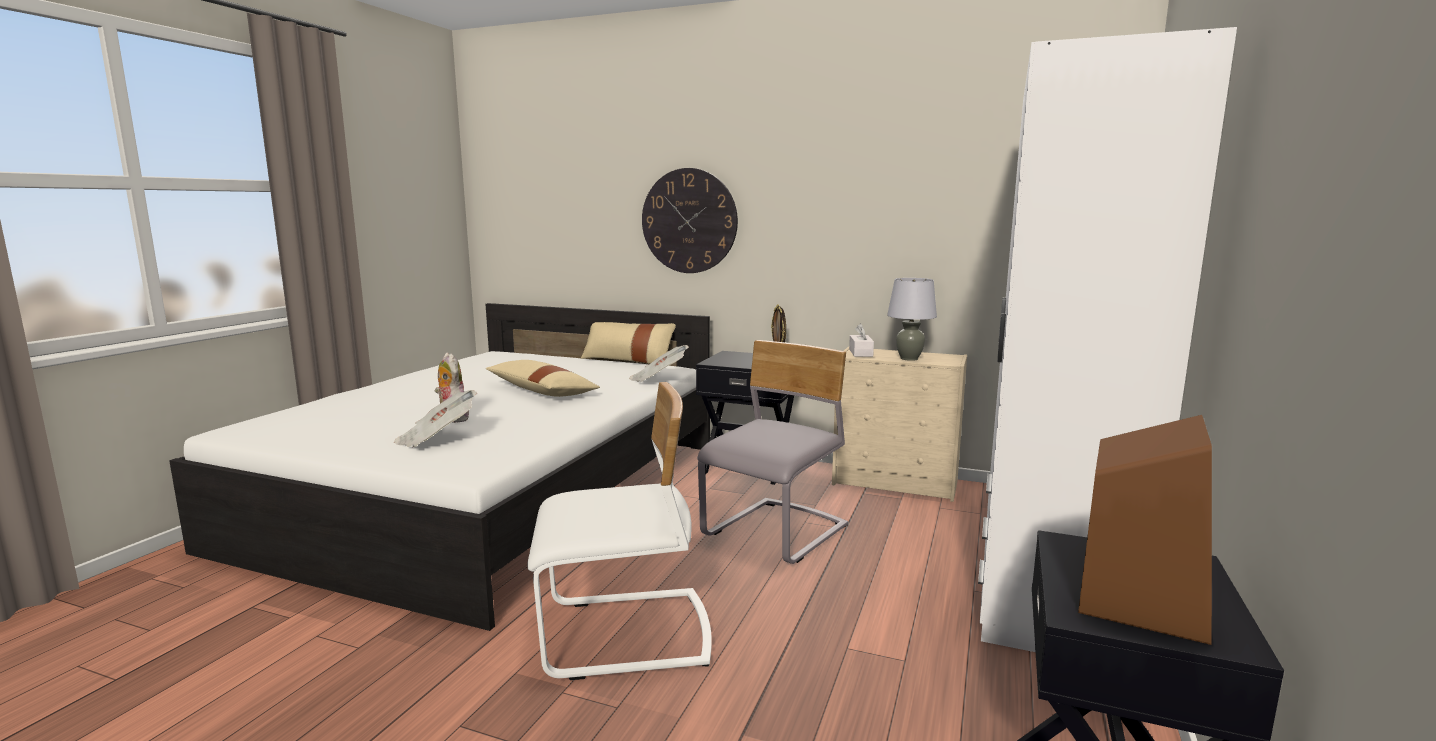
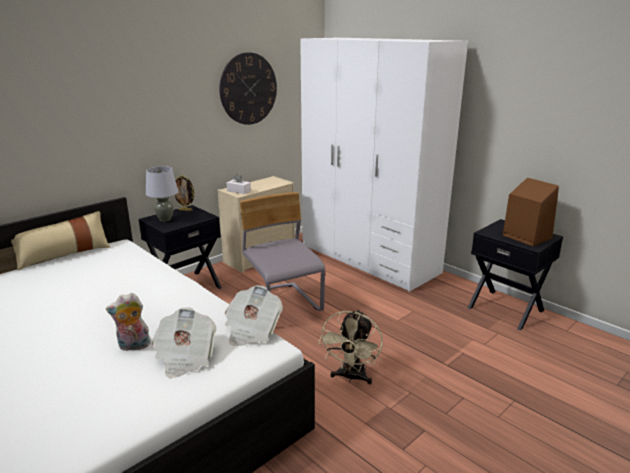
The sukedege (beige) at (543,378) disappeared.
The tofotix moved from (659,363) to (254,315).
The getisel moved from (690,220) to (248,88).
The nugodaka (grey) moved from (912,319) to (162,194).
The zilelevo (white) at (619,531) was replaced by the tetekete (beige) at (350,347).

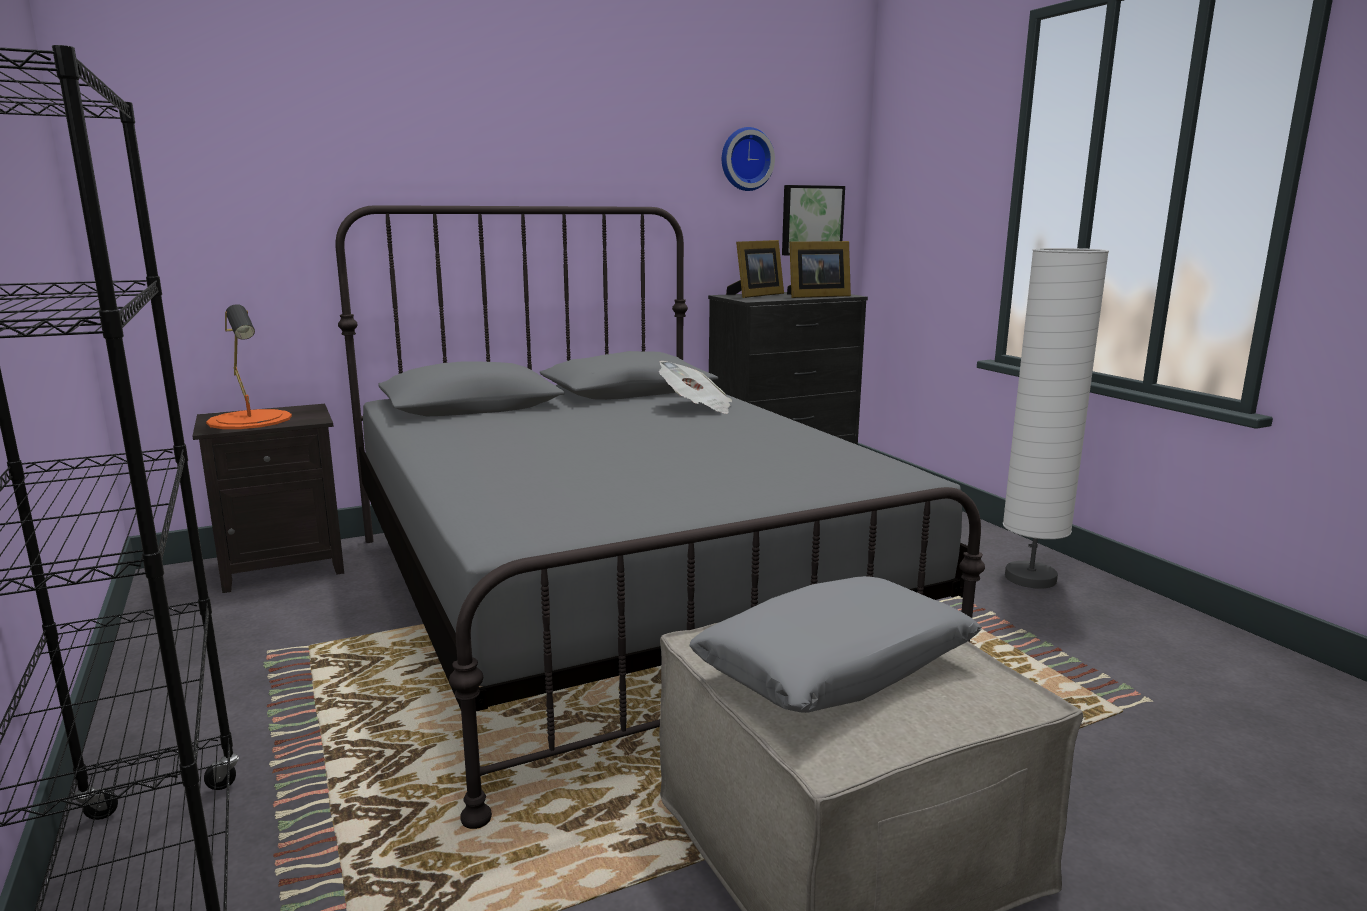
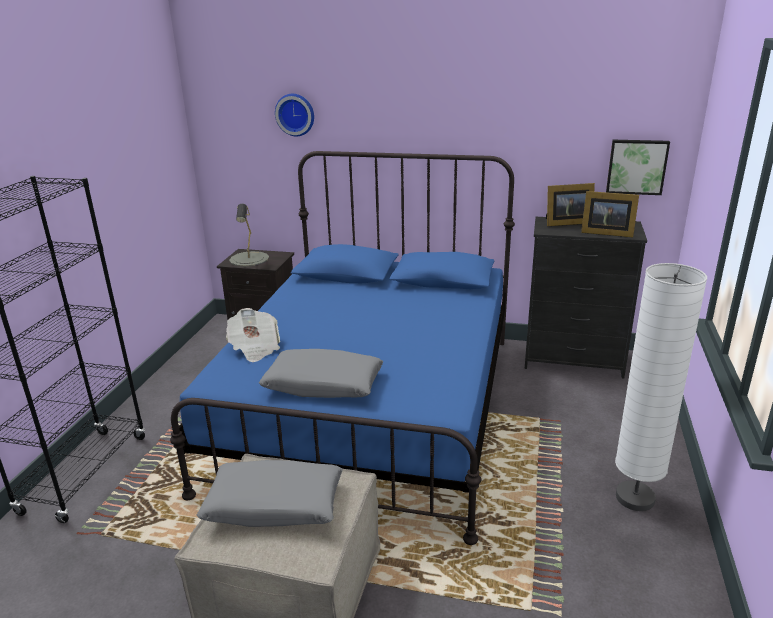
The sukedege (grey) at (321,373) appeared.
The tofotix moved from (695,387) to (253,335).
The getisel moved from (748,159) to (294,115).
The nugodaka (orange) at (249,366) became the nugodaka (grey) at (249,235).
The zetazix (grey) at (660,517) became the zetazix (blue) at (342,348).

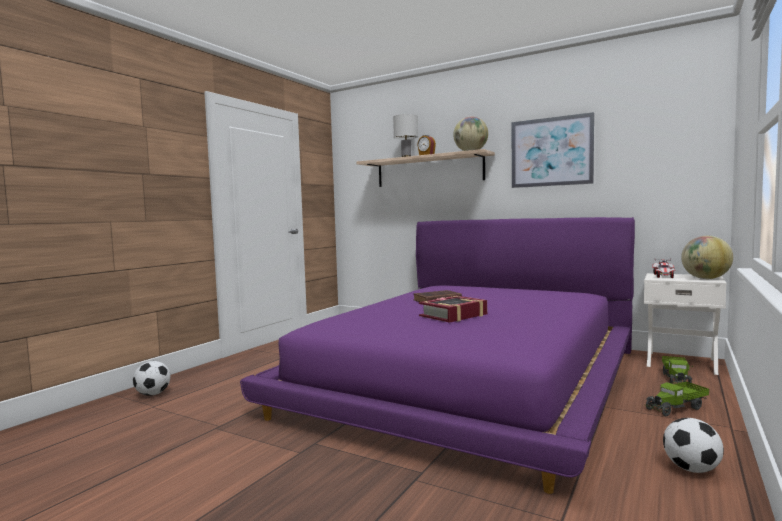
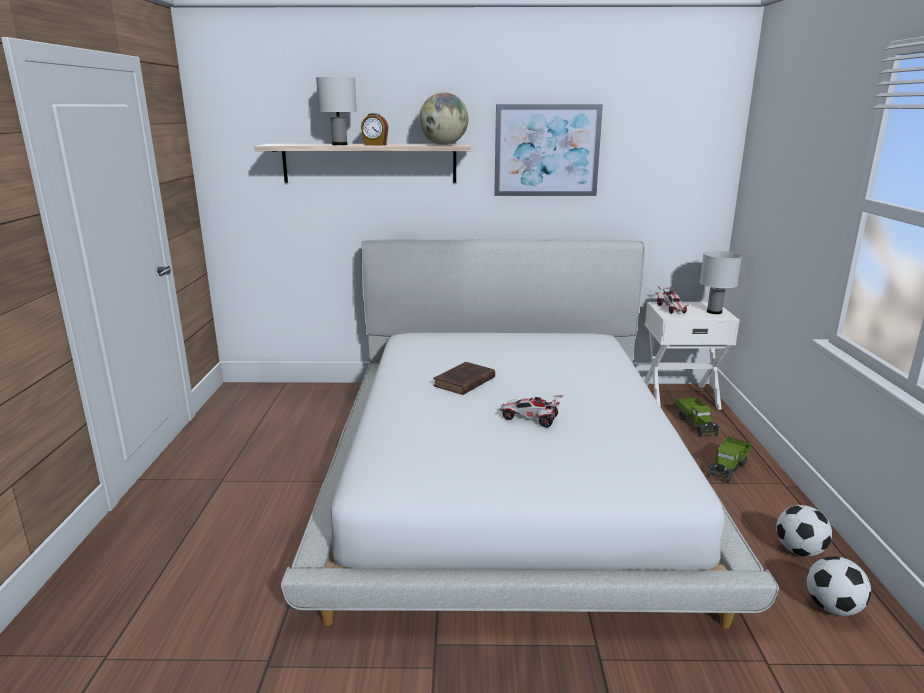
The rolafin moved from (151,378) to (839,586).
The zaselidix at (453,309) was replaced by the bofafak at (531,411).
The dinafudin at (707,257) was replaced by the nugodaka (white) at (721,282).
The zetazix (purple) at (437,355) became the zetazix (white) at (530,433).

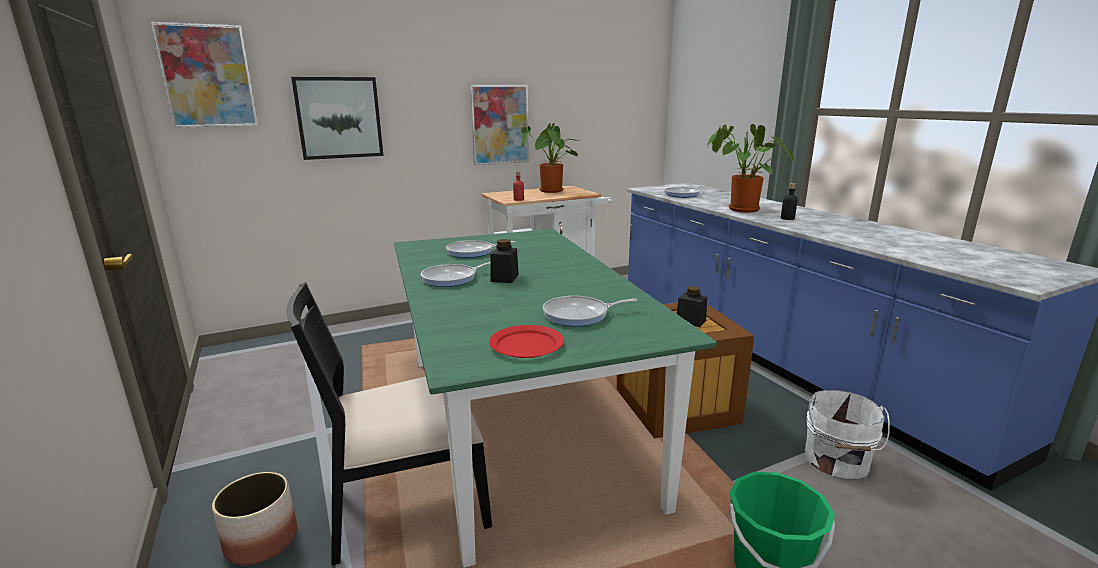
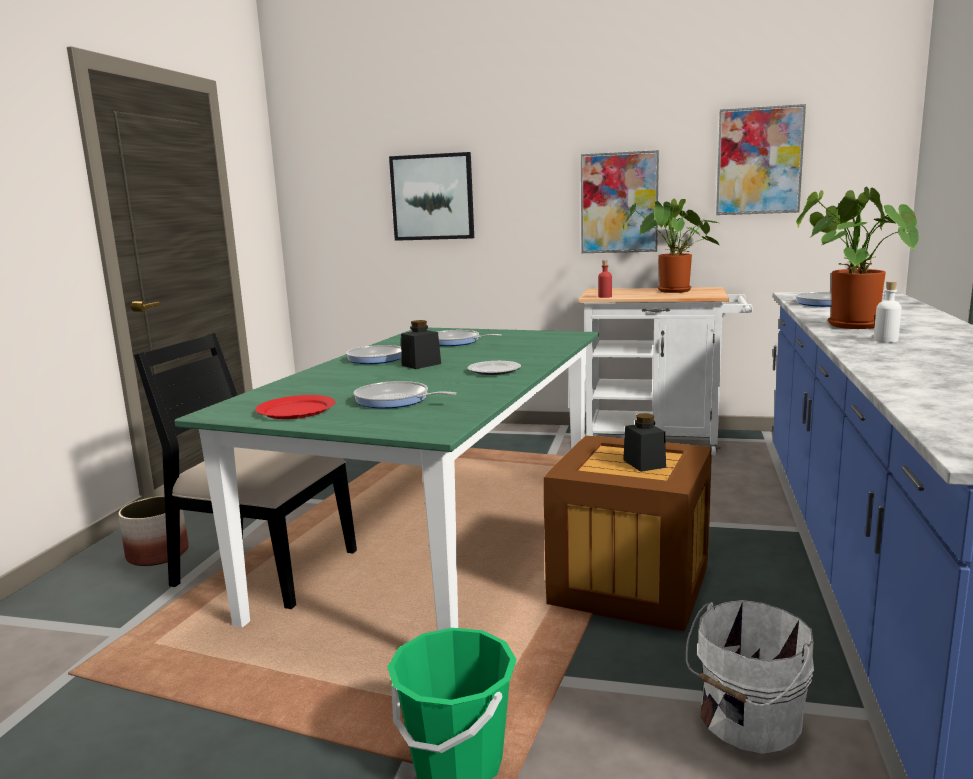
The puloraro at (494,368) appeared.
The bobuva moved from (204,75) to (761,159).
The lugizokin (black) at (789,201) became the lugizokin (white) at (888,312).

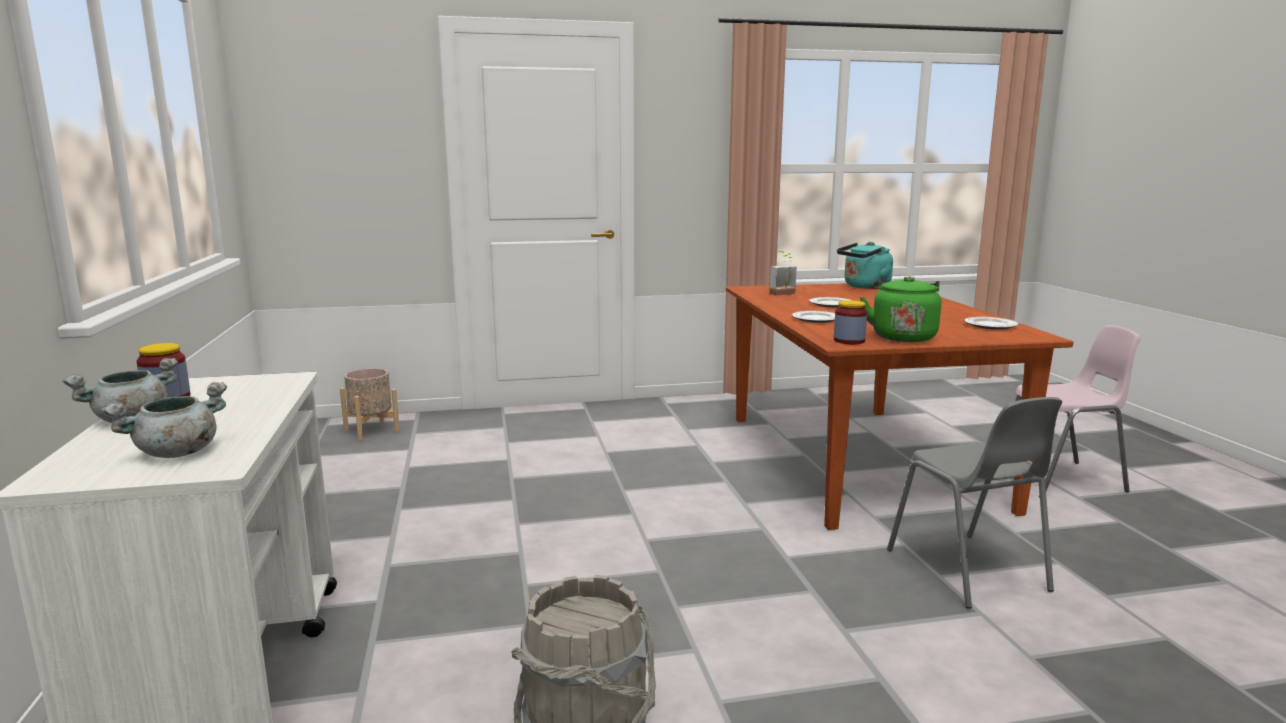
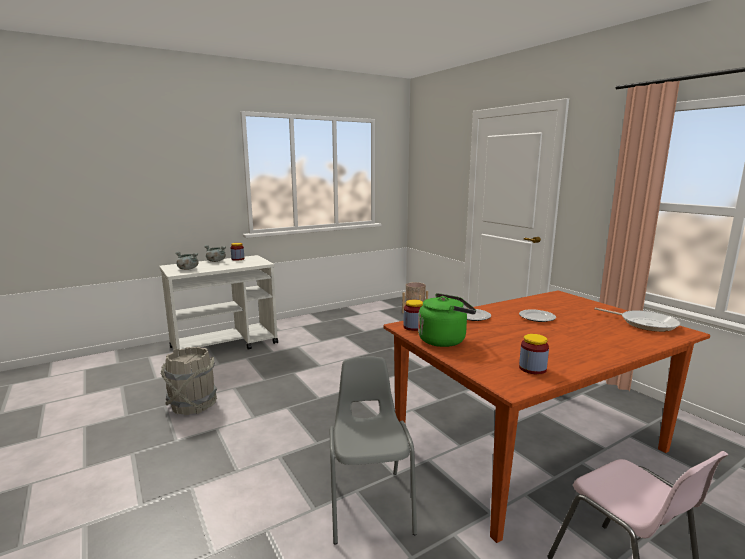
The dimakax at (783,273) disappeared.
The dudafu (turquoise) at (865,265) was replaced by the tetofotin at (637,320).
The puloraro at (991,323) was replaced by the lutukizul at (534,354).
The zilelevo (grey) at (974,503) turned 120 degrees clockwise.

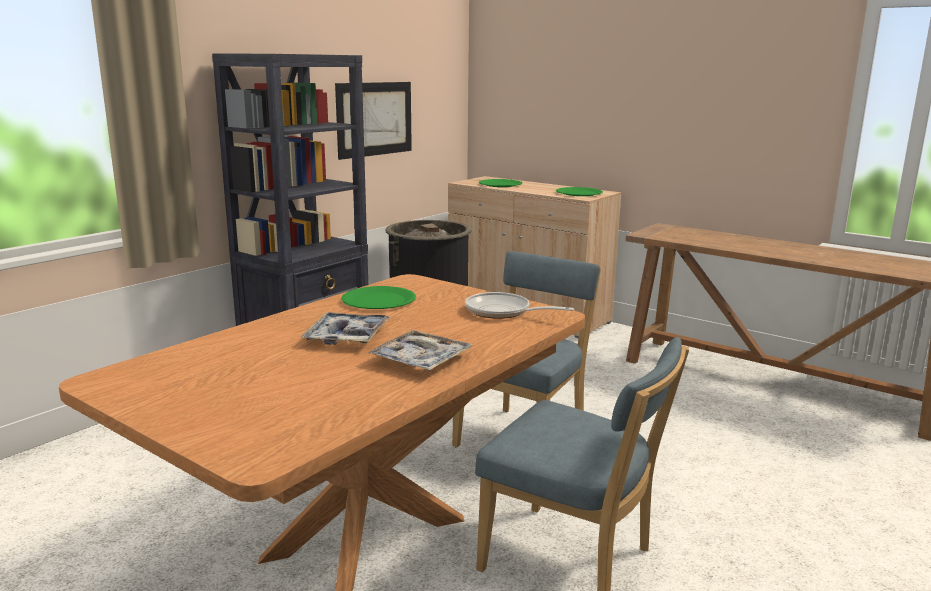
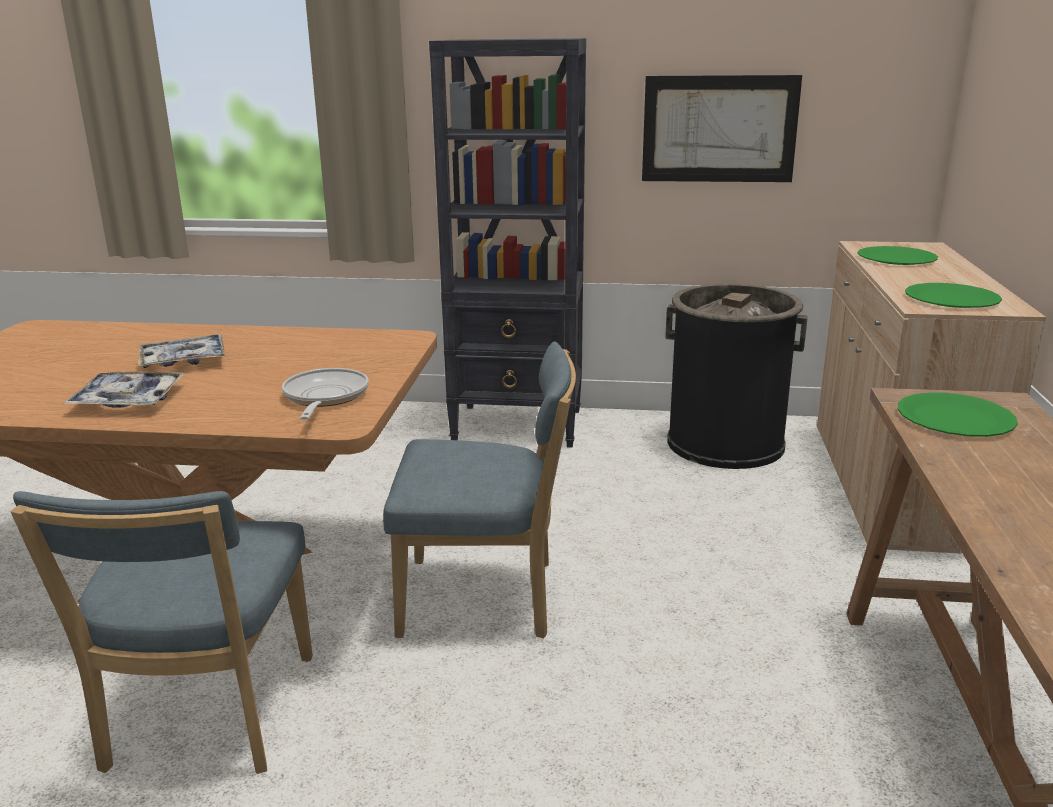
The puloraro (green) moved from (378,297) to (958,414).

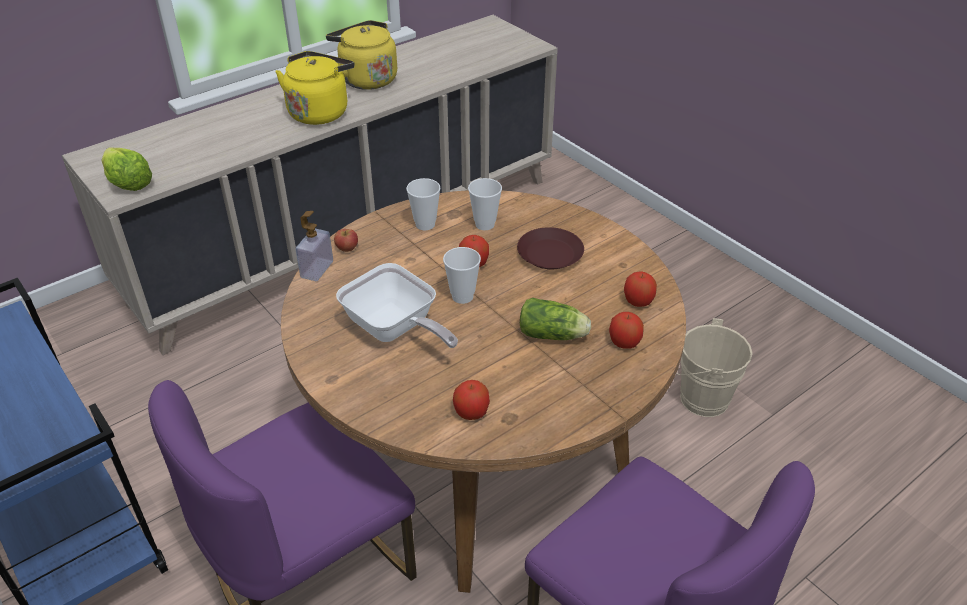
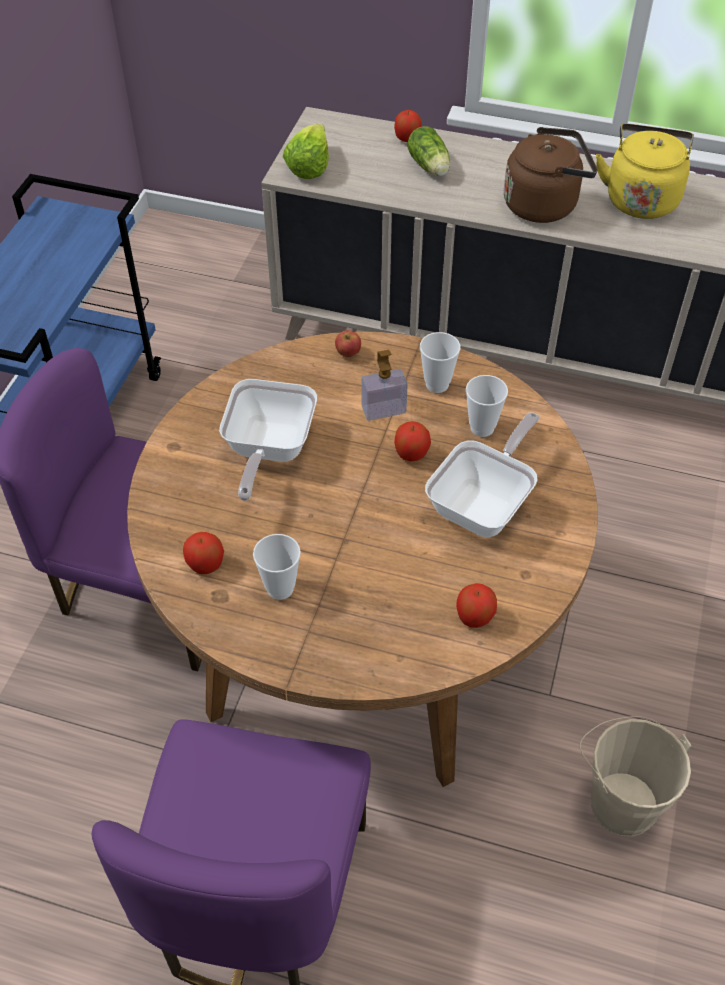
The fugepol moved from (314,246) to (385,385).
The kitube moved from (462,275) to (277,567).
The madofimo moved from (555,319) to (429,151).
The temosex moved from (626,330) to (408,126).
The puloraro (brown) at (550,248) was replaced by the tetofotin at (482,475).
The dudafu (yellow) at (314,88) became the dudafu (brown) at (551,175).

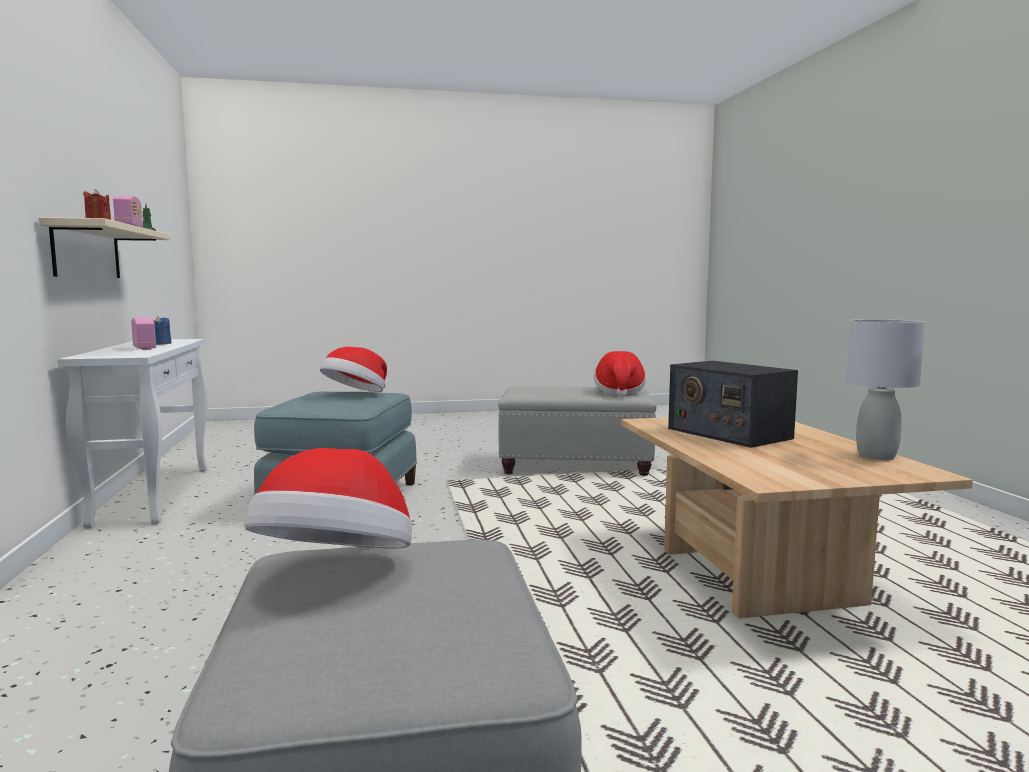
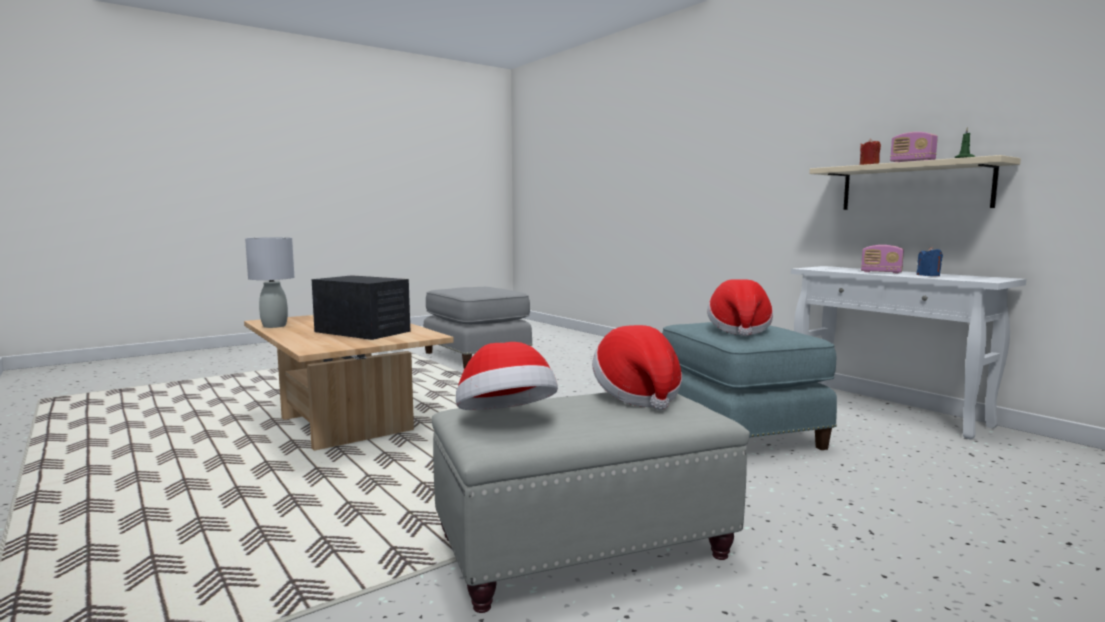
The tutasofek moved from (328,498) to (637,367).

